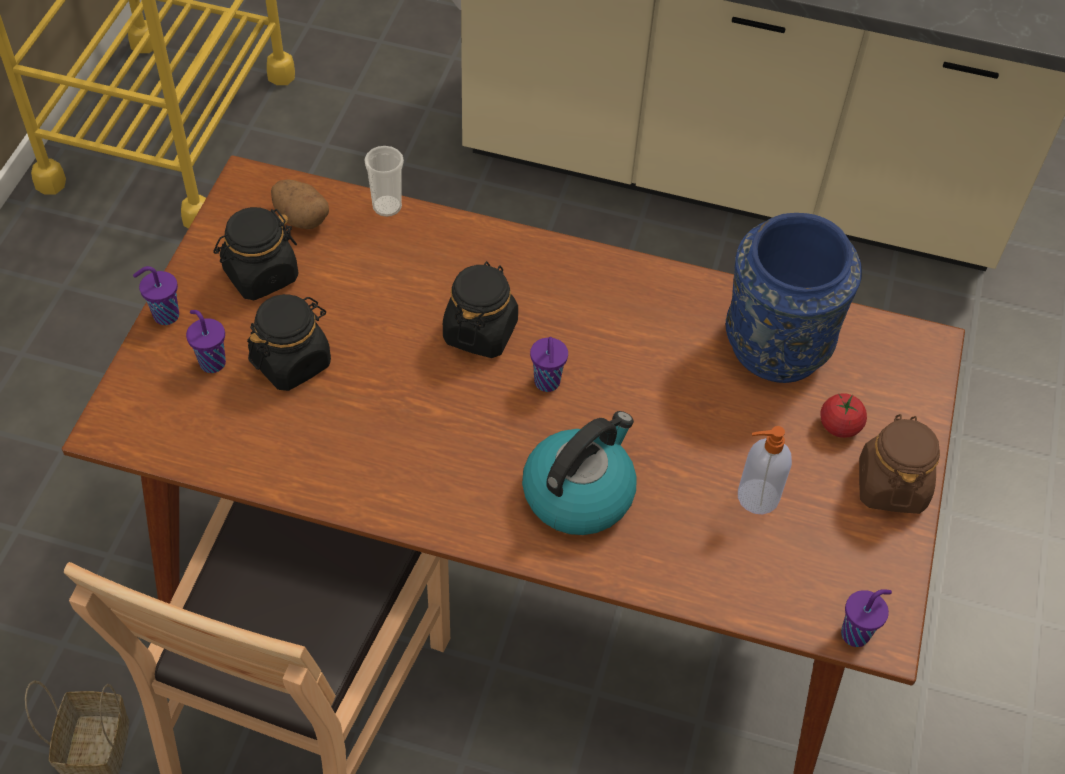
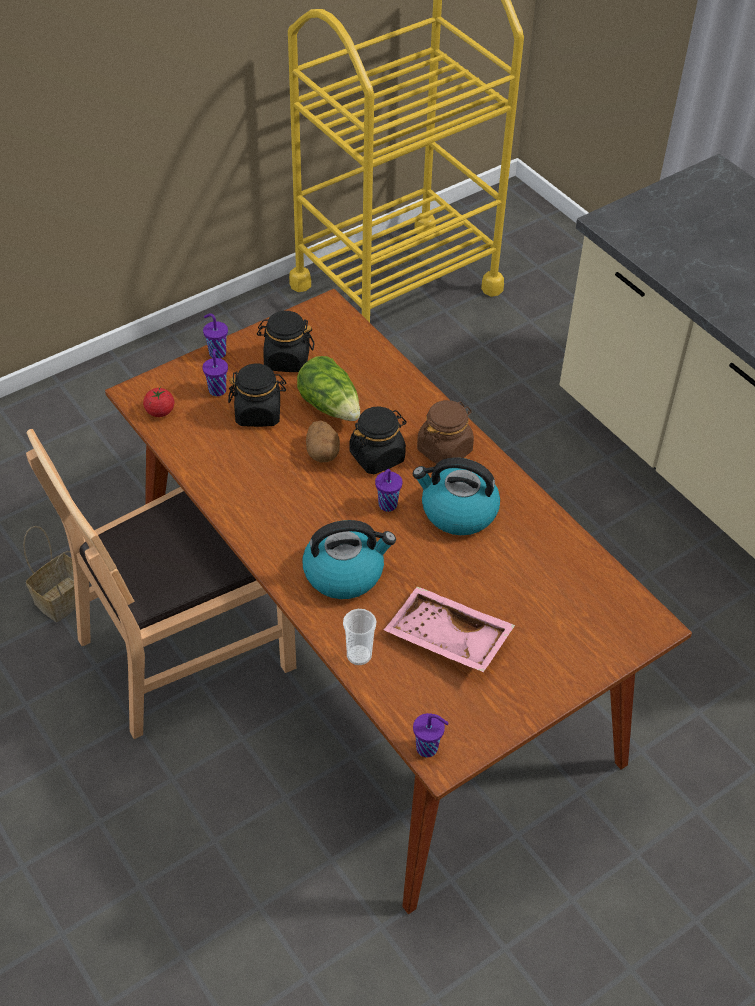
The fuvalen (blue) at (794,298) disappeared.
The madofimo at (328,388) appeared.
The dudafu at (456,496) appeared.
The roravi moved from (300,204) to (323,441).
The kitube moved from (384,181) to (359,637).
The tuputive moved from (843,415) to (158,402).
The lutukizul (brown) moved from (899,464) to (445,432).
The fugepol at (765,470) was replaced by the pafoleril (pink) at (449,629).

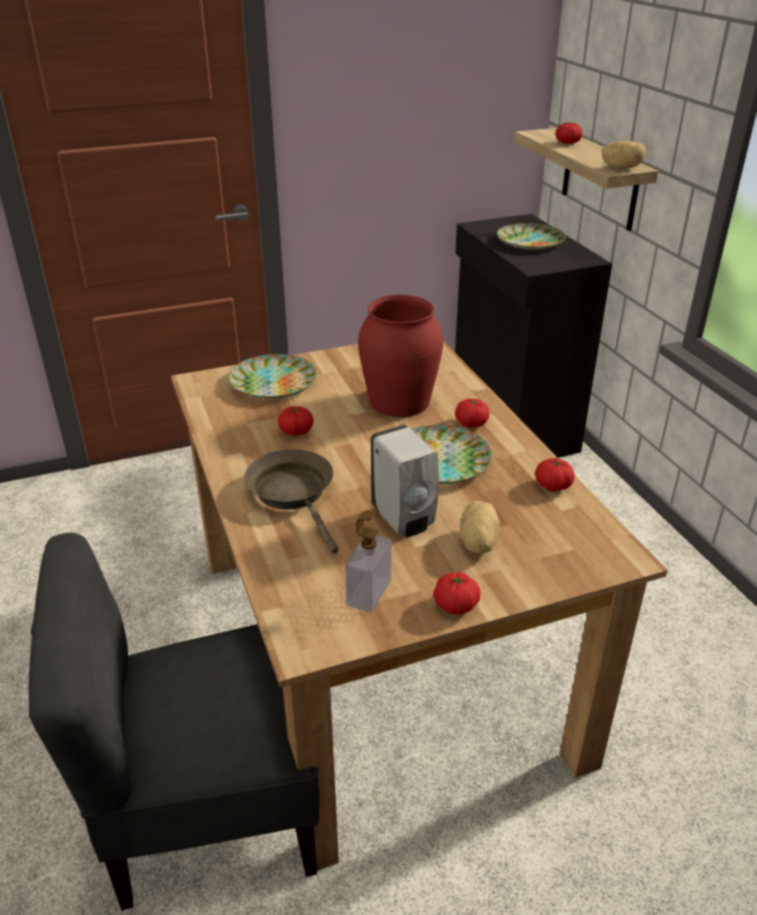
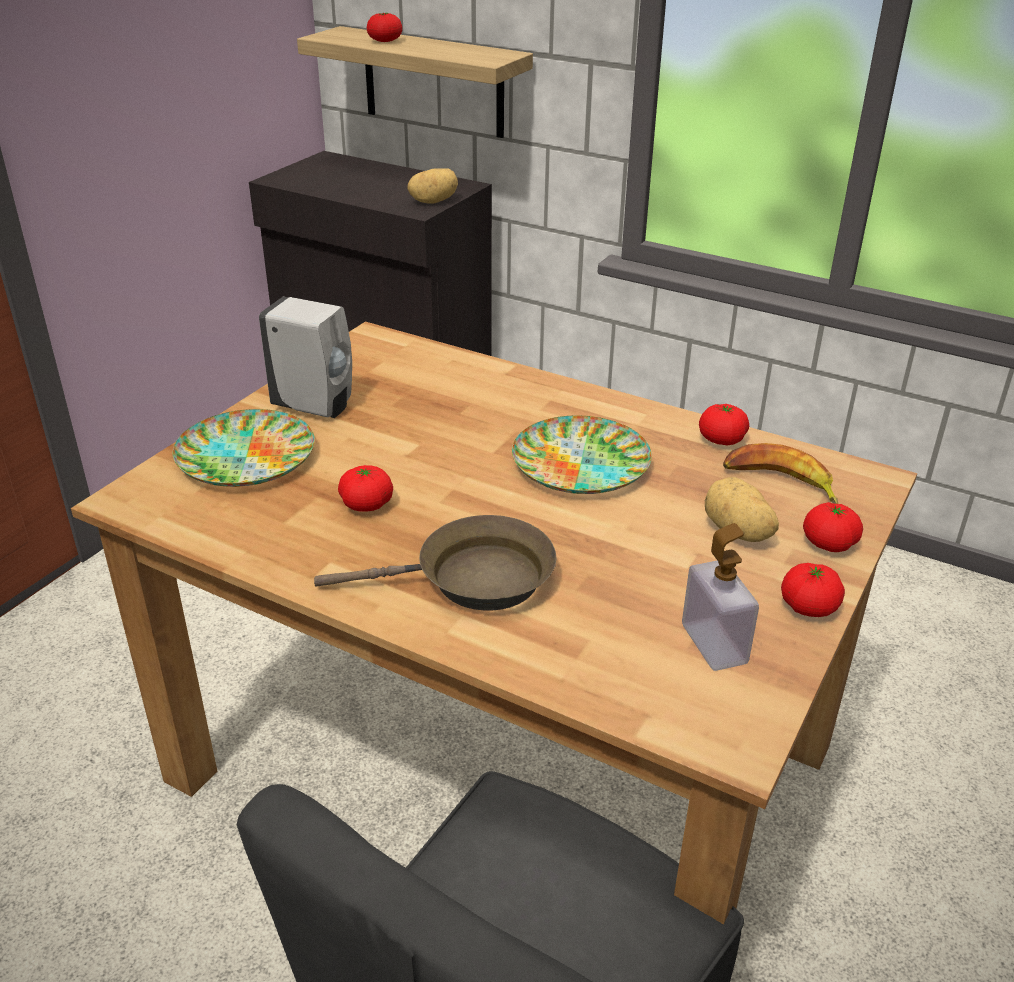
The fuvalen (red) at (400,356) disappeared.
The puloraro at (531,236) disappeared.
The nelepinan at (780,473) appeared.
The fugepol (white) moved from (405,481) to (305,357).
The tuputive moved from (472,413) to (833,527).
The roravi moved from (623,155) to (433,186).
The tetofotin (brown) at (291,501) turned 150 degrees clockwise.

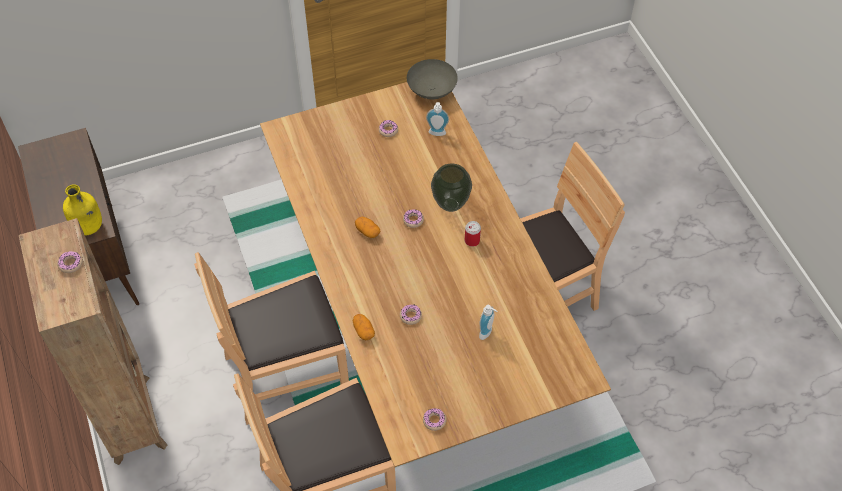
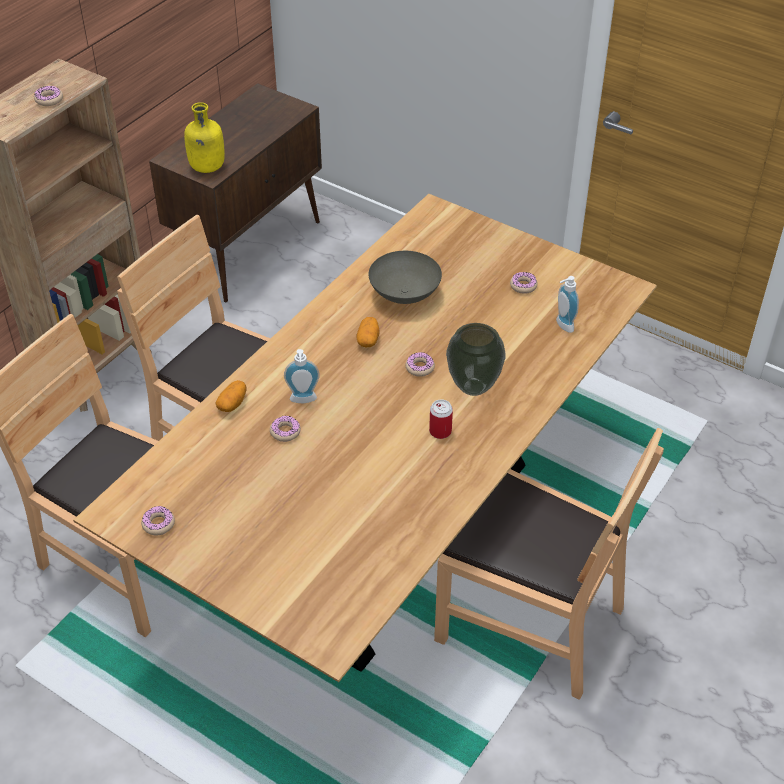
The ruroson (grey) moved from (432,79) to (405,277).
The fugepol moved from (488,322) to (302,376).

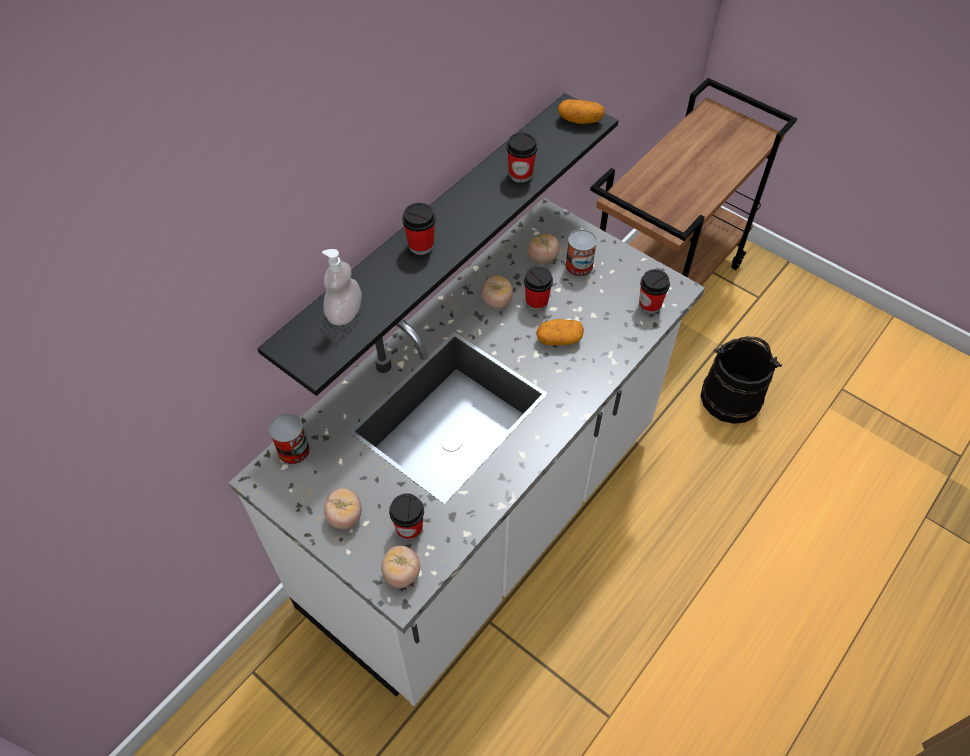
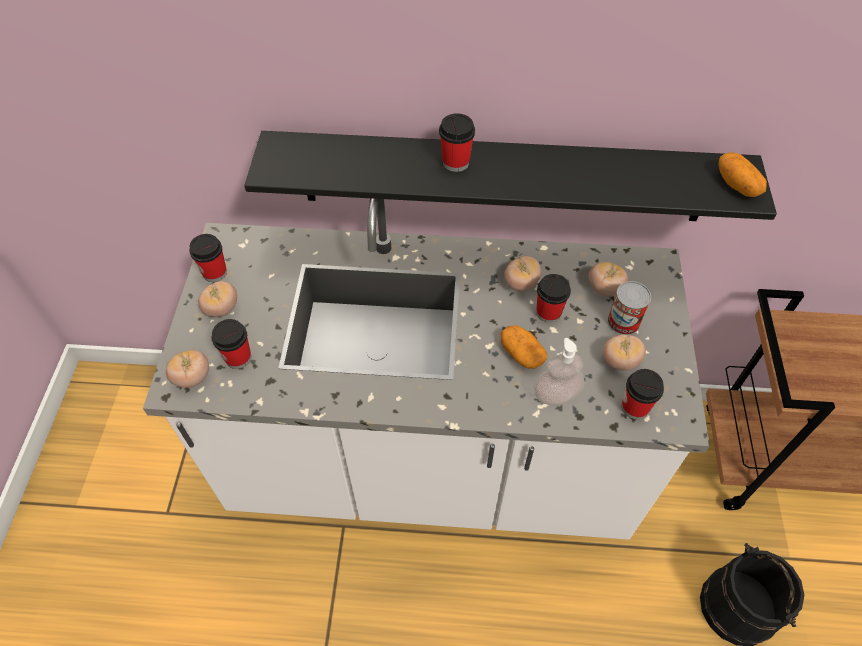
The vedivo at (289,439) disappeared.
The tuputive at (624,352) appeared.
The fugepol moved from (342,287) to (559,371).
The kitube moved from (522,157) to (208,258).

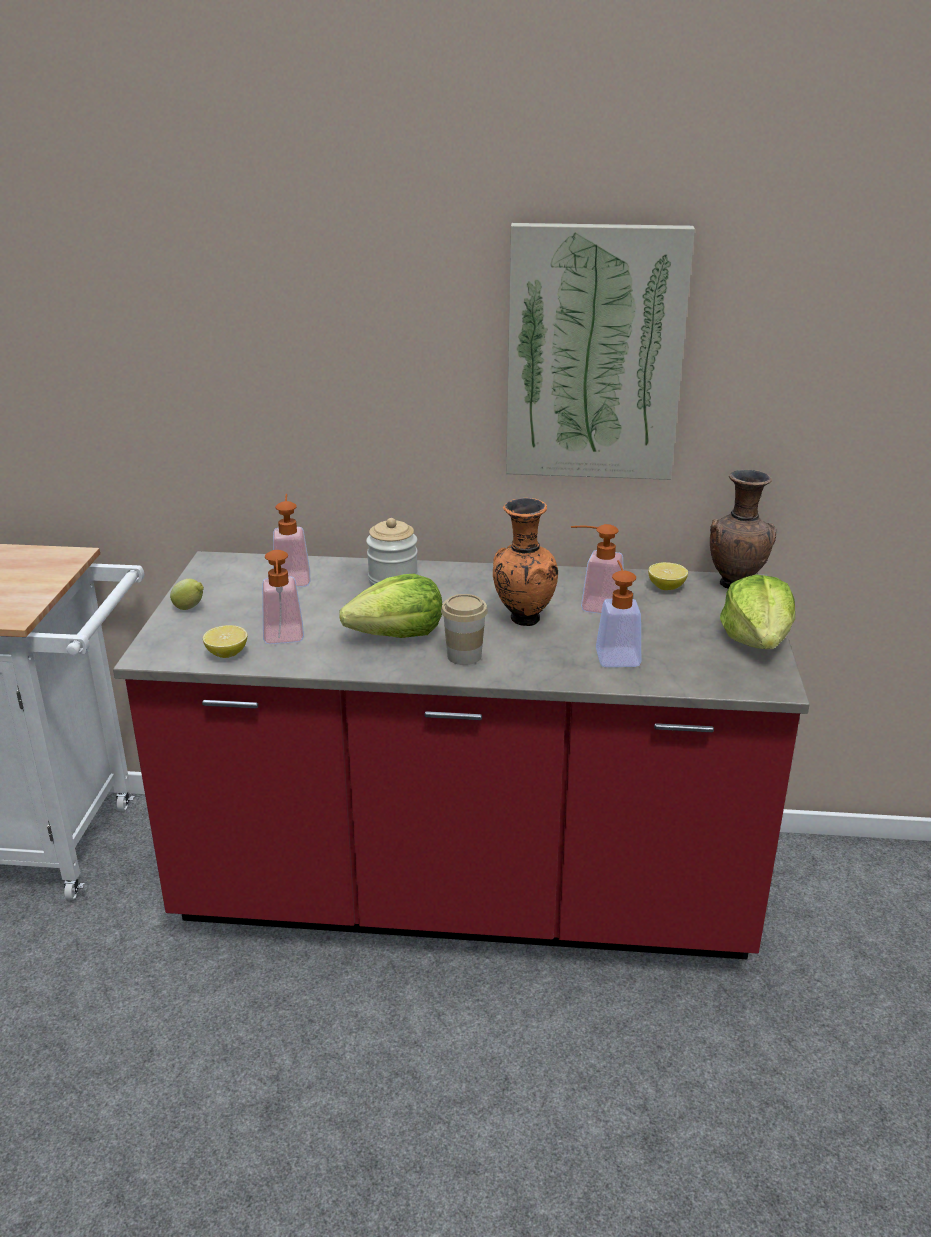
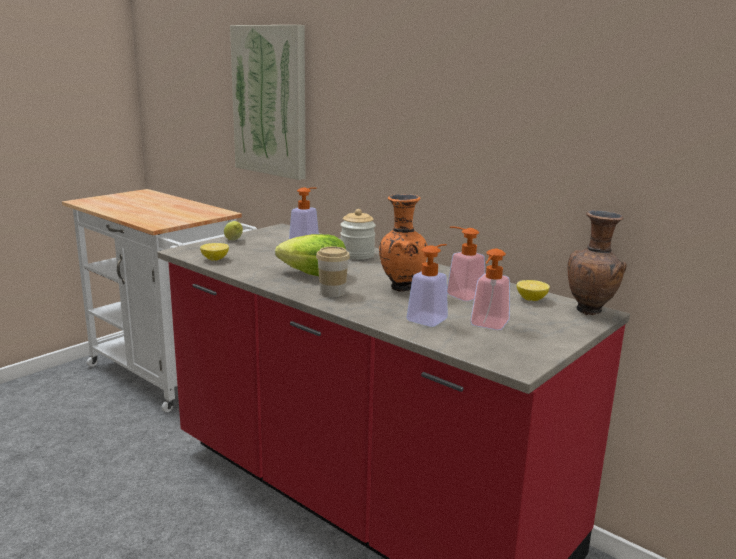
The madofimo at (757,611) disappeared.
The fugepol moved from (283,597) to (490,289).
The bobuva moved from (600,351) to (268,102).

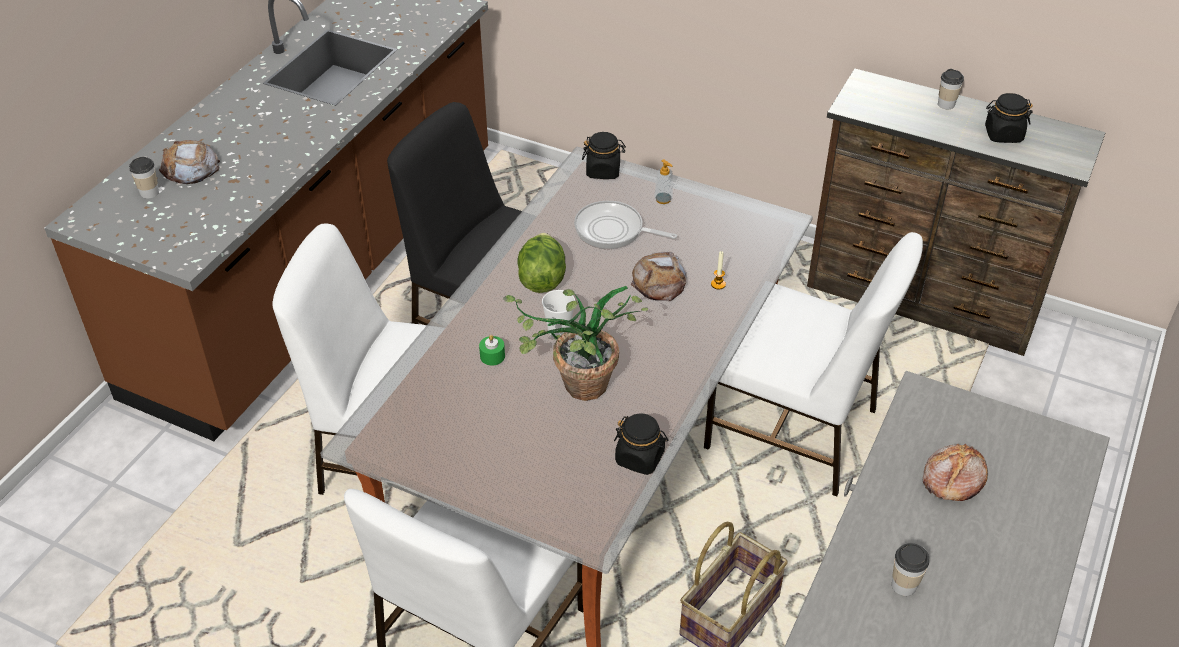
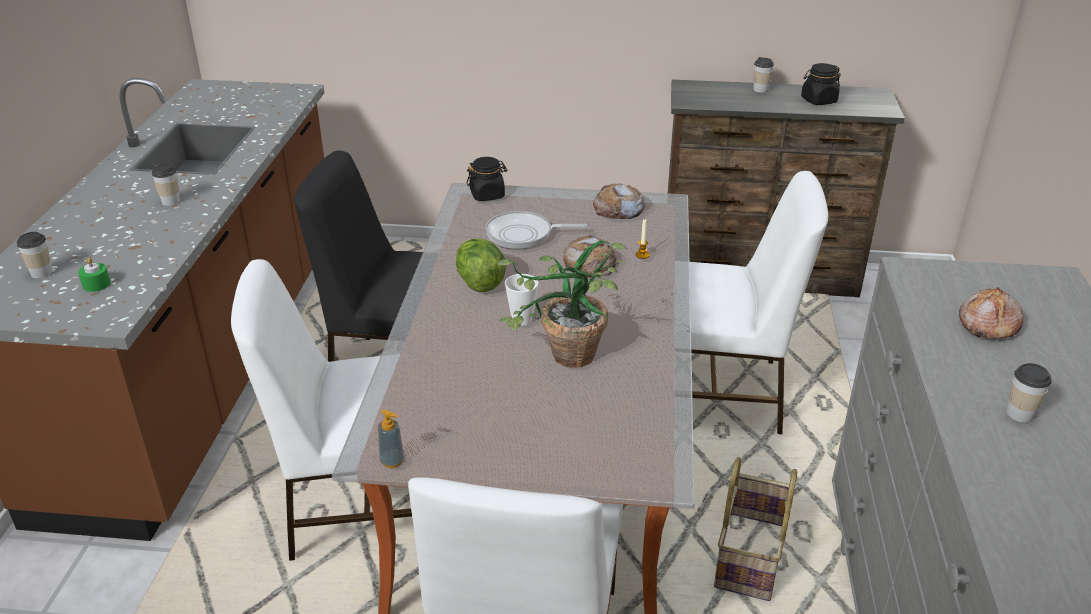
The lutukizul (black) at (641,444) disappeared.
The kitube at (166,185) appeared.
The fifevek moved from (189,162) to (619,201).
The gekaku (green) moved from (492,350) to (94,275).
The fugepol moved from (663,181) to (391,438).

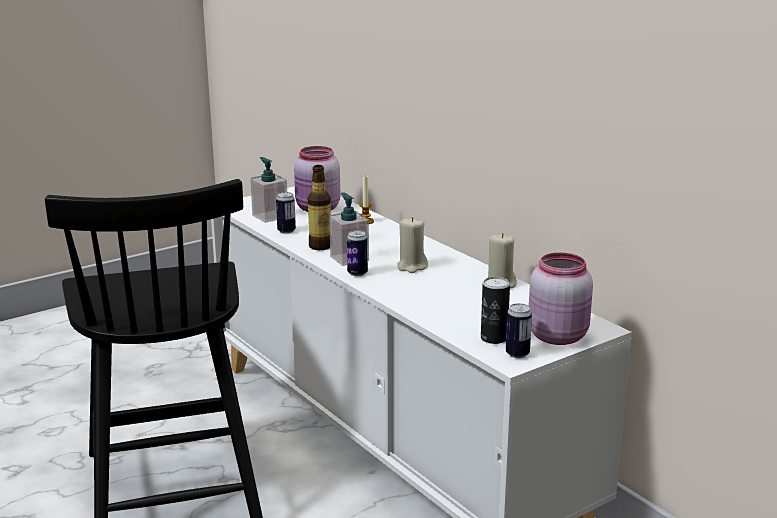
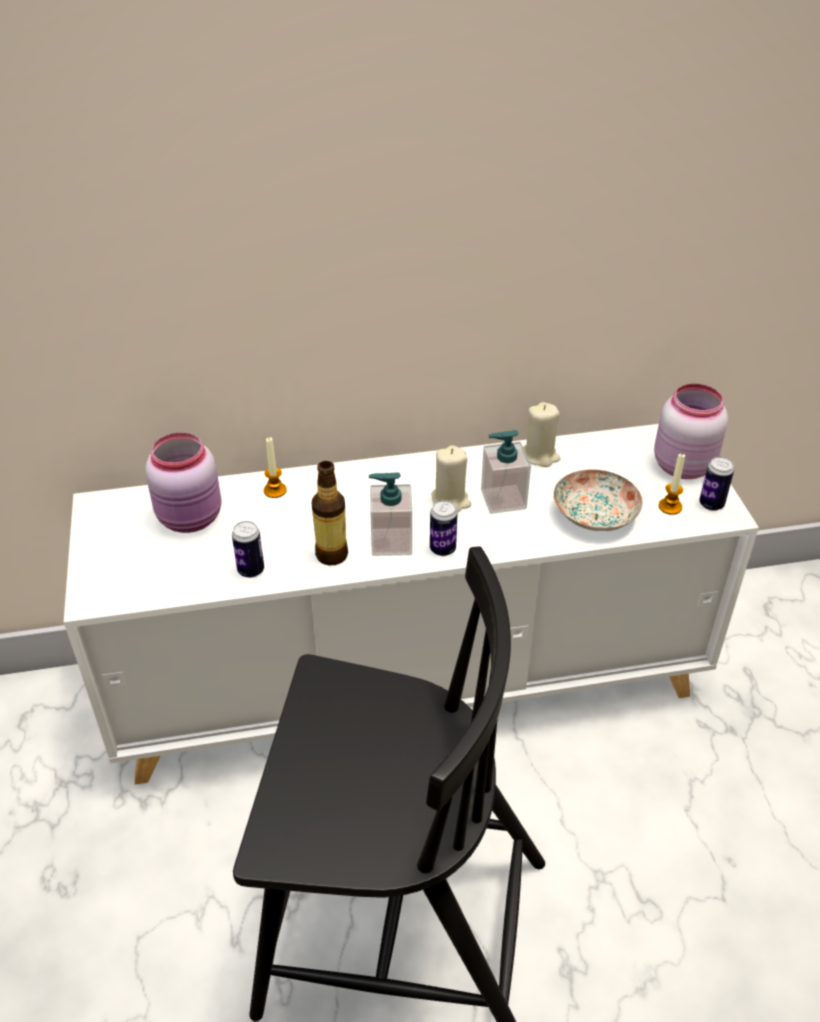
The puloraro at (598,500) appeared.
The fugepol moved from (268,190) to (506,472).
The vedivo at (495,310) was replaced by the gekaku at (672,484).

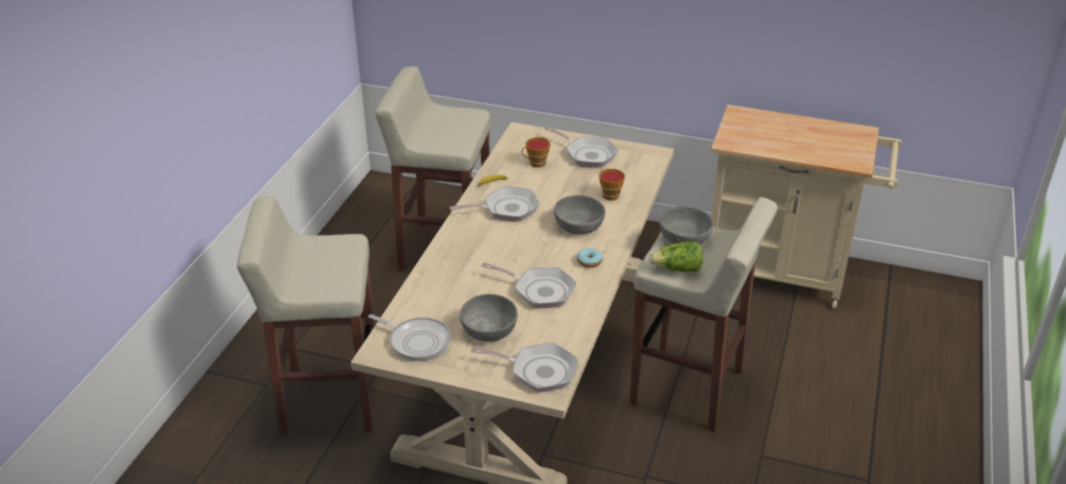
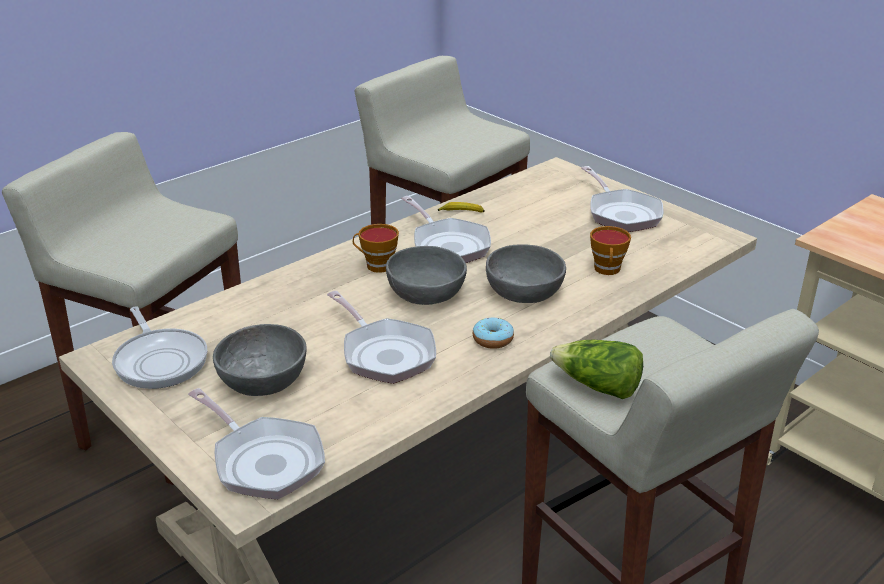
The kitube moved from (535,152) to (376,248).
The ruroson (grey) moved from (686,225) to (426,275).
The tetofotin at (495,204) turned 45 degrees clockwise.

